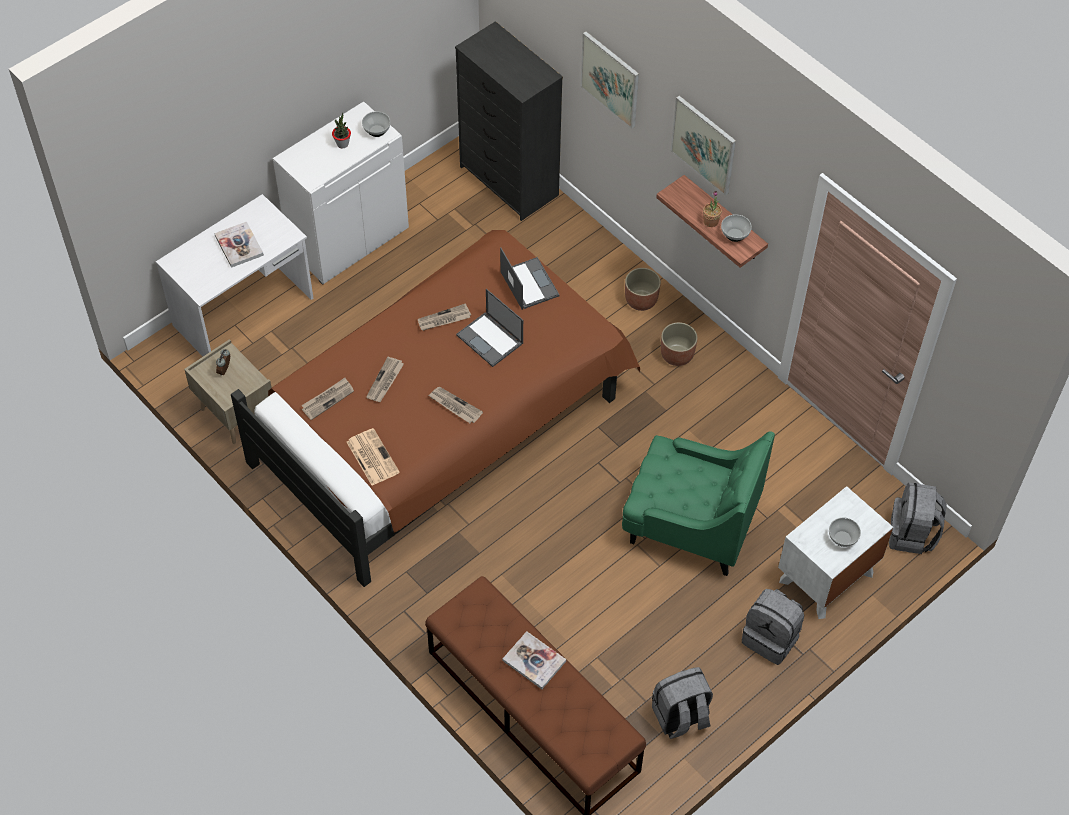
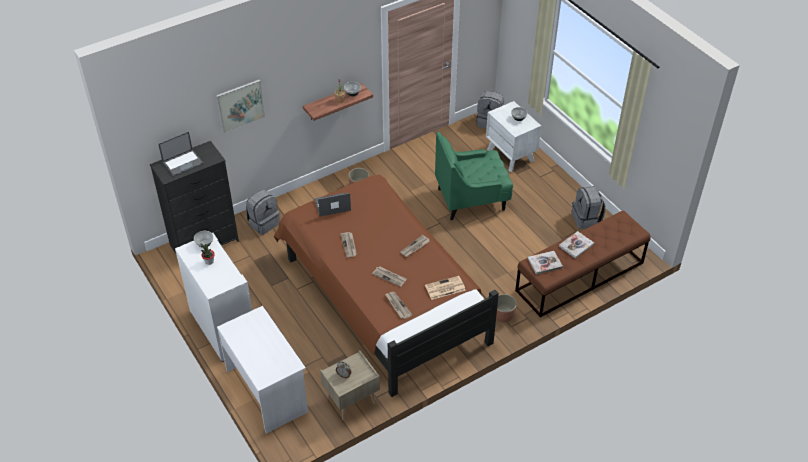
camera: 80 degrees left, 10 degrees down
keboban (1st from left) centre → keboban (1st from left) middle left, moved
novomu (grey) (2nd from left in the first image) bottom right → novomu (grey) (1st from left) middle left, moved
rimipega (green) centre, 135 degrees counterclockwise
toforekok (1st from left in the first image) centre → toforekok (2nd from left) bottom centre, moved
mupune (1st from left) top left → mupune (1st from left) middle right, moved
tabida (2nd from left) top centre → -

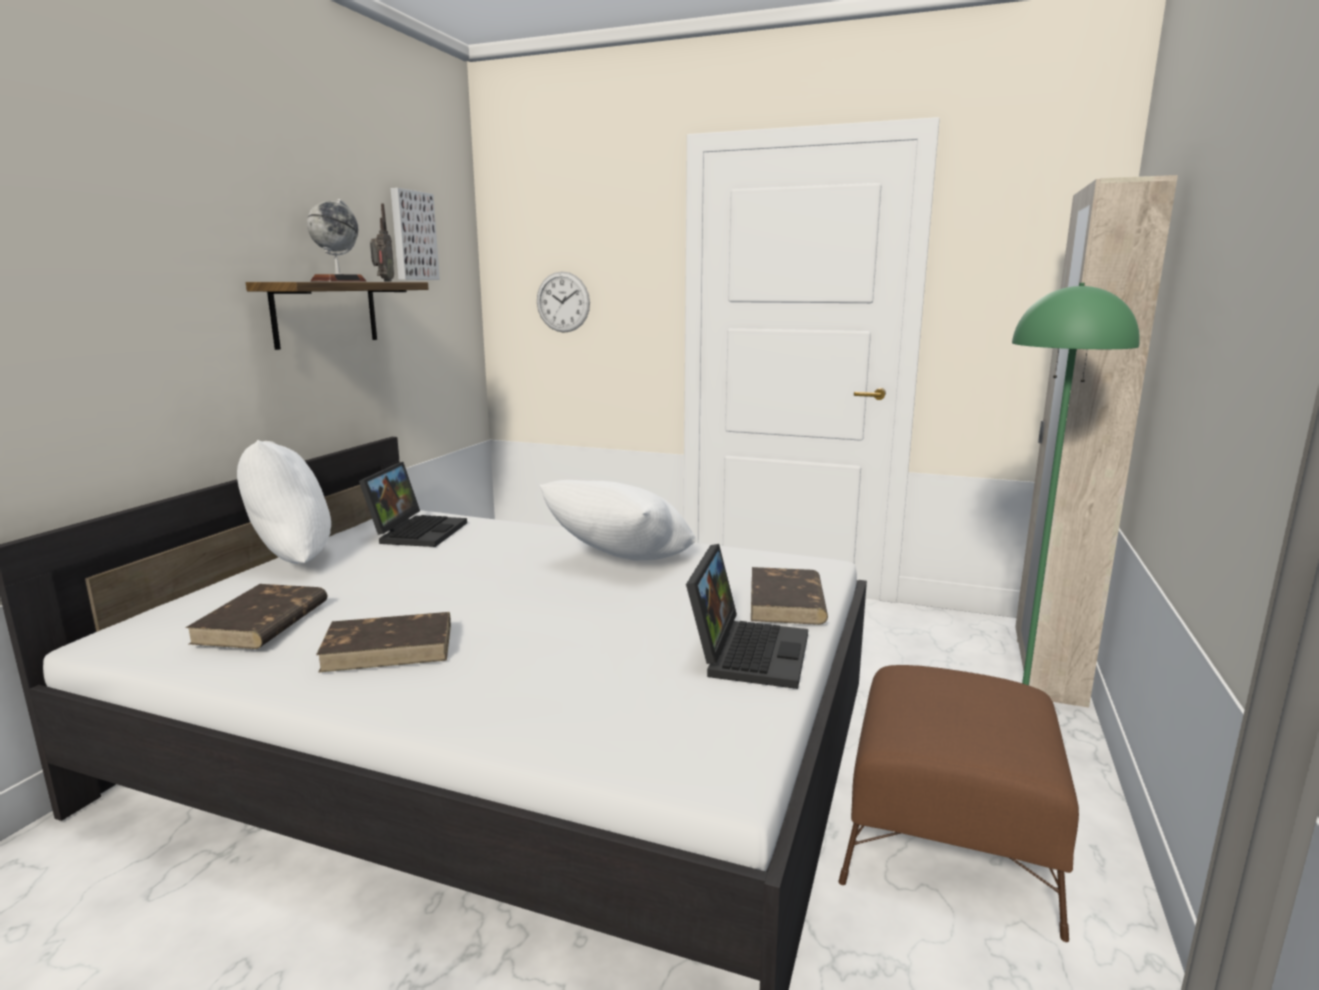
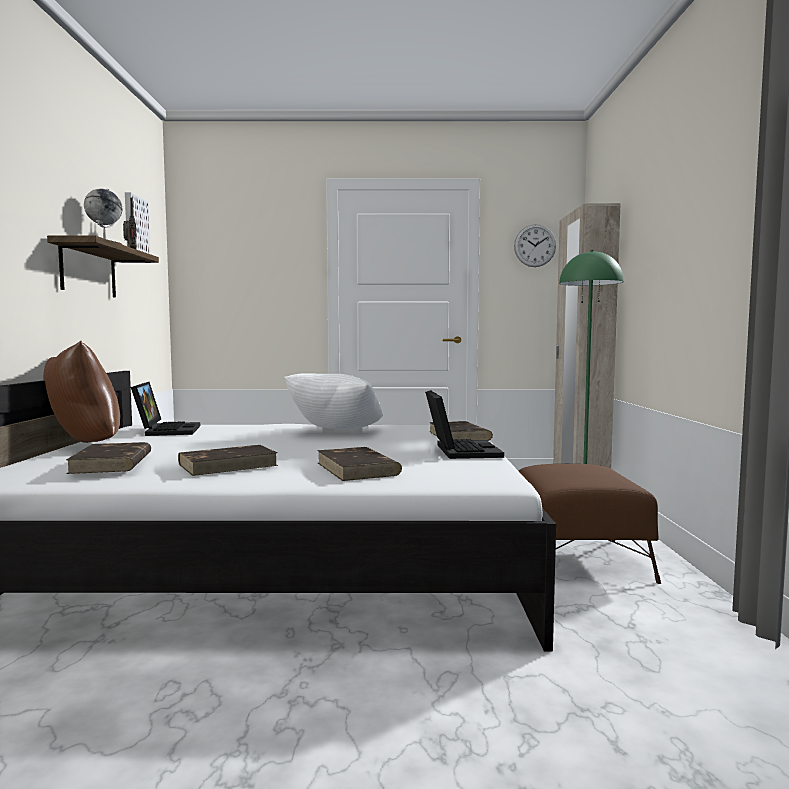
camera: 20 degrees left, 10 degrees down
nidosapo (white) (1st from left) middle left → nidosapo (brown) middle left
- → mupune (brown) (3rd from left) centre
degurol top centre → degurol top right, moved

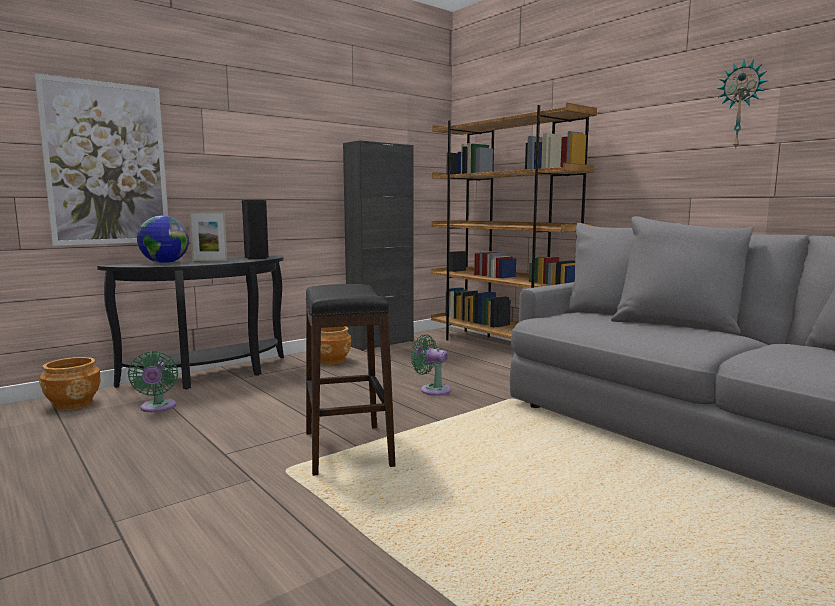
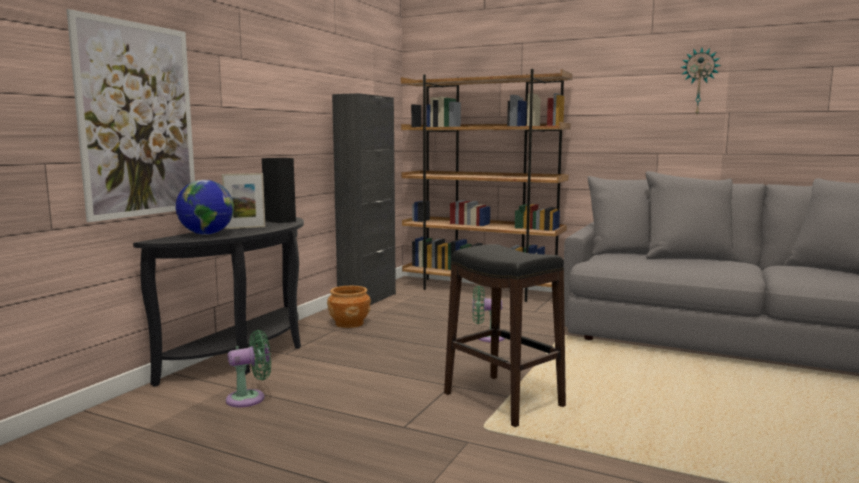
camera: 25 degrees left, 0 degrees up
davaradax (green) (1st from left) middle left → davaradax (green) (1st from left) bottom left, 75 degrees counterclockwise
toforekok (brown) (1st from left) middle left → -

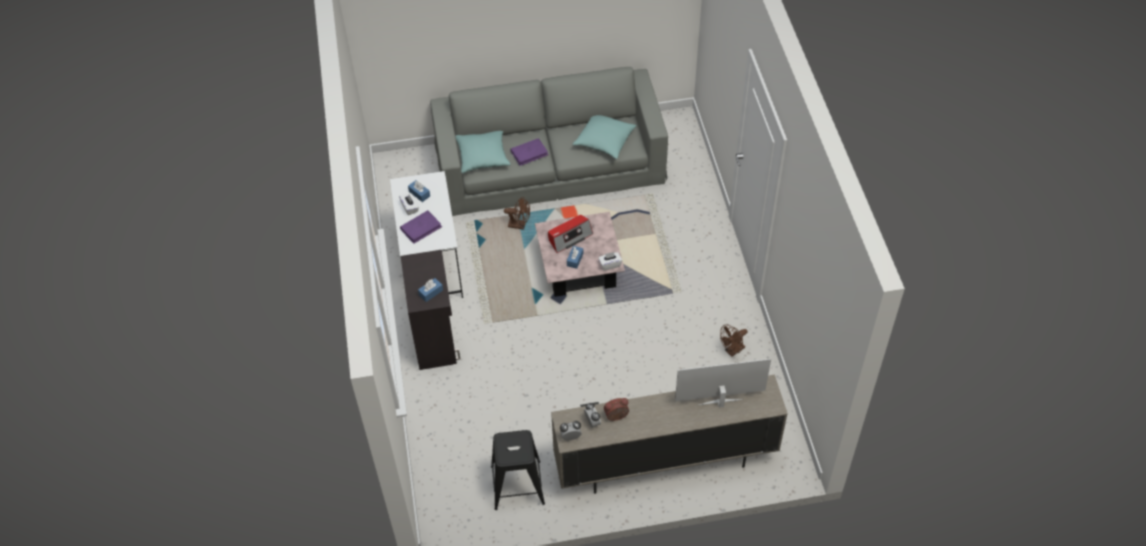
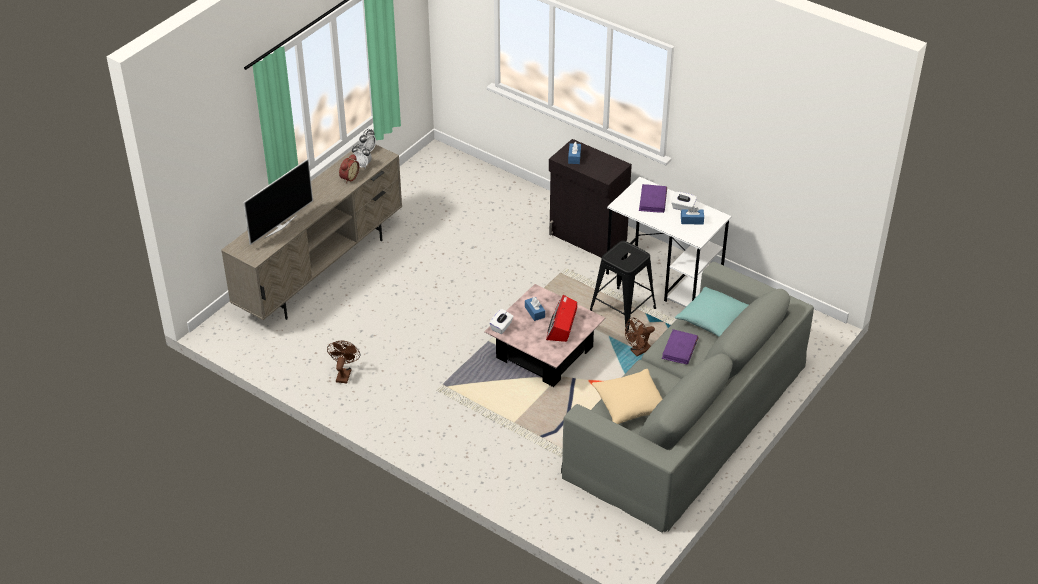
camera: 135 degrees right, 10 degrees down
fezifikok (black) bottom centre → fezifikok (black) centre, moved
nidosapo (turquoise) (2nd from left) top centre → nidosapo (beige) bottom centre

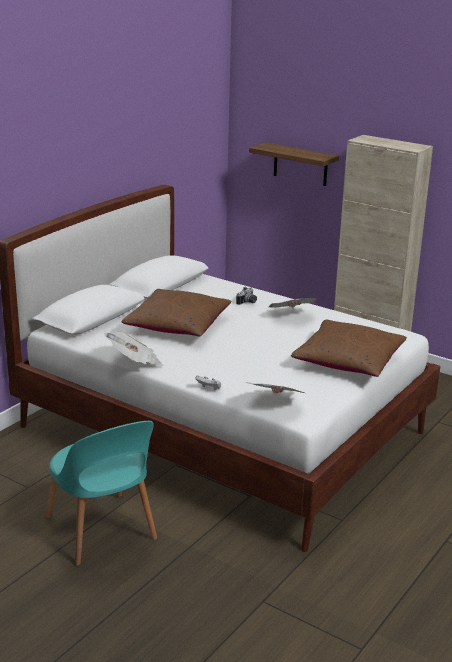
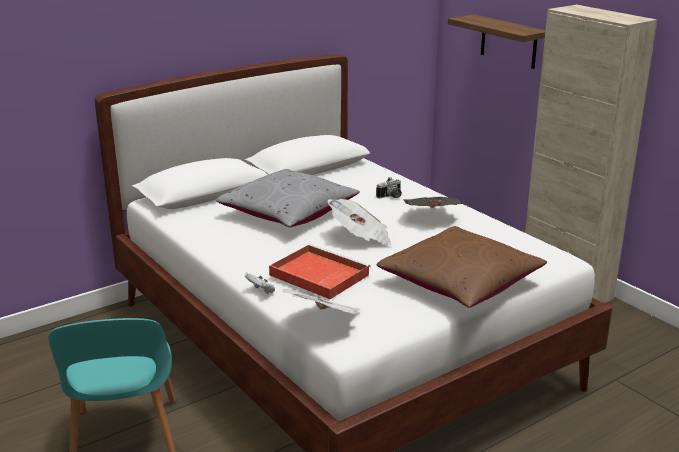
camera: 20 degrees right, 0 degrees up
nidosapo (brown) (1st from left) centre → nidosapo (grey) centre
- → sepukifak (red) centre
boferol (1st from left in the first image) middle left → boferol (2nd from left) centre, moved

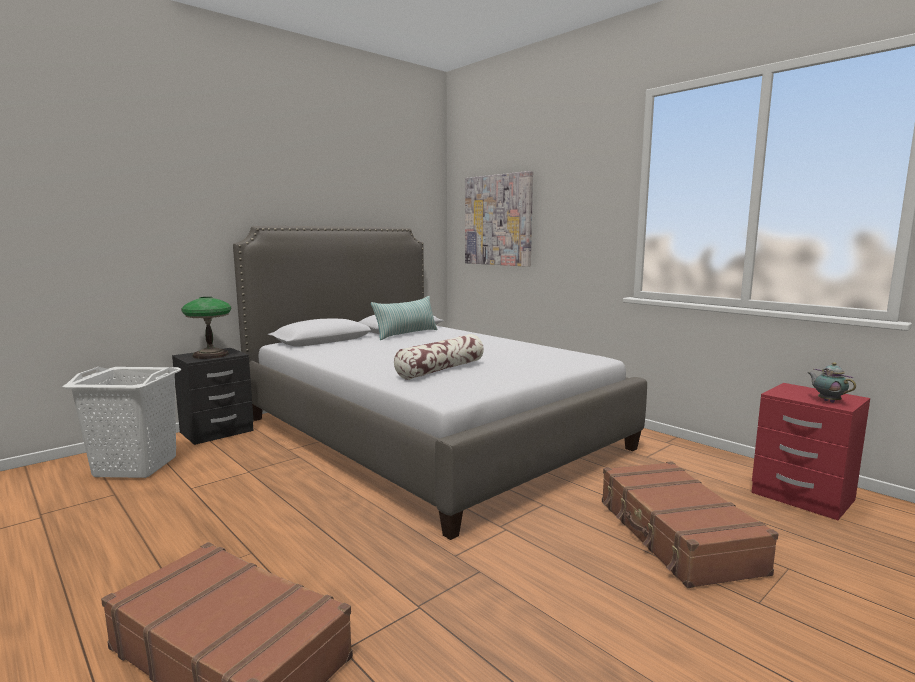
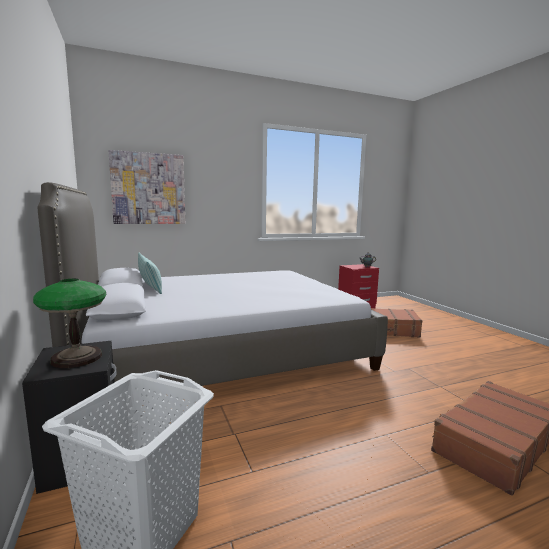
camera: 70 degrees left, 0 degrees up
nidosapo (2nd from left) centre → -

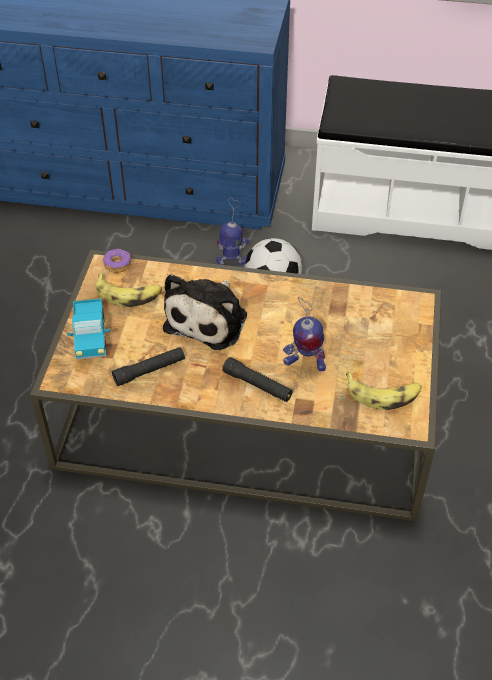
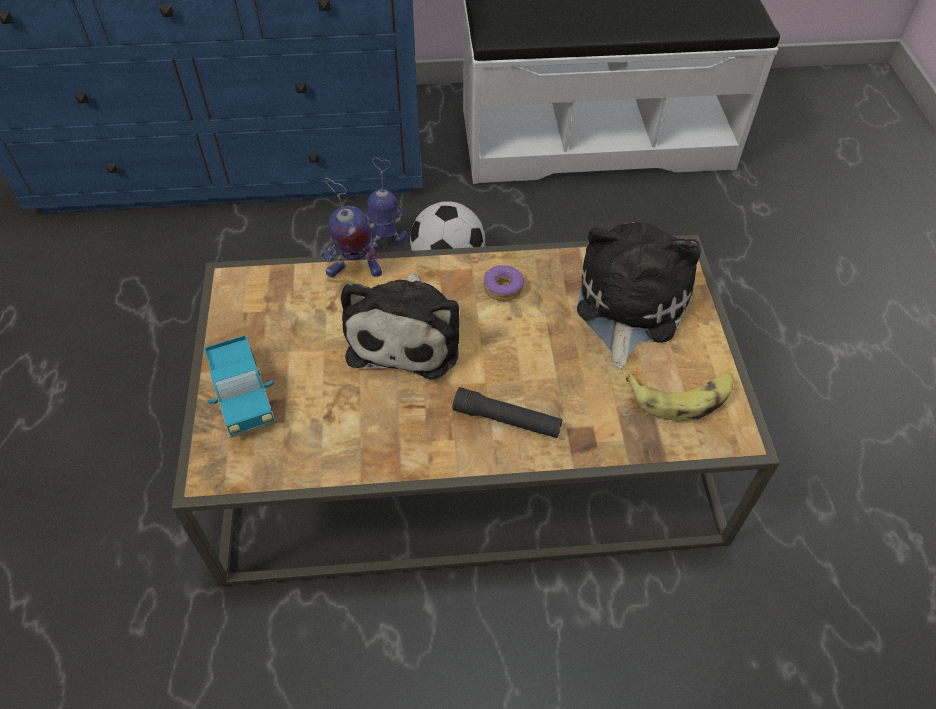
camera: 15 degrees left, 5 degrees up
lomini (2nd from left in the first image) centre → lomini (1st from left) top centre, moved
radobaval middle left → radobaval centre, moved
- → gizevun (2nd from left) middle right
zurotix (1st from left) middle left → -
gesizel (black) (1st from left) middle left → -

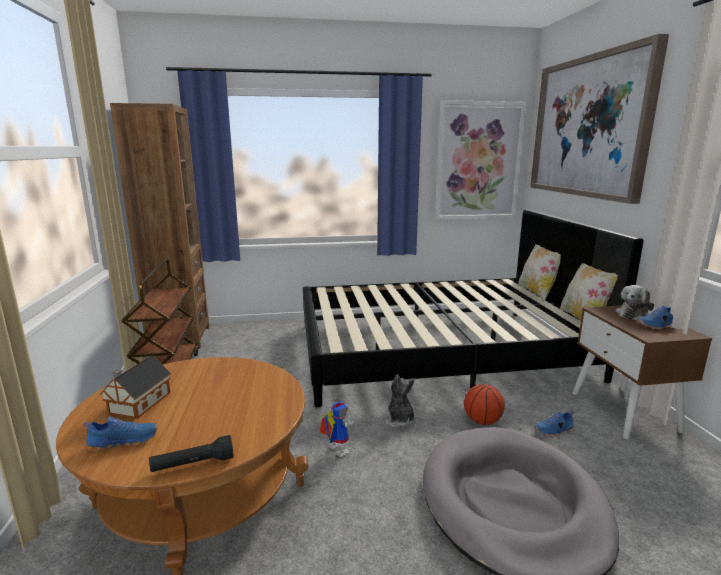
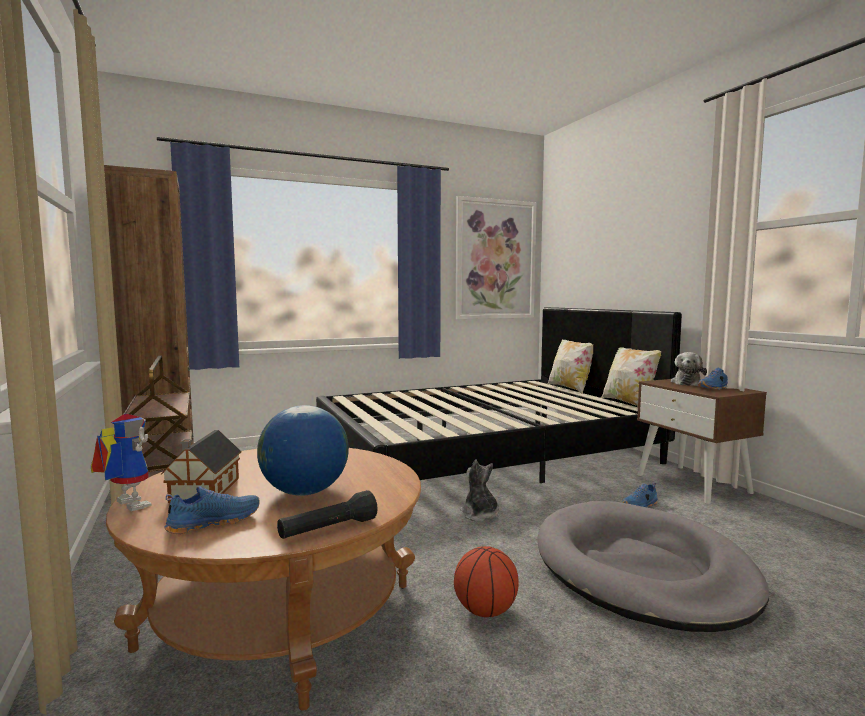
camera: 15 degrees left, 10 degrees down
lomini bottom centre → lomini middle left, moved
- → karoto centre
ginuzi bottom right → ginuzi bottom centre, moved
tabida (2nd from left) top right → -

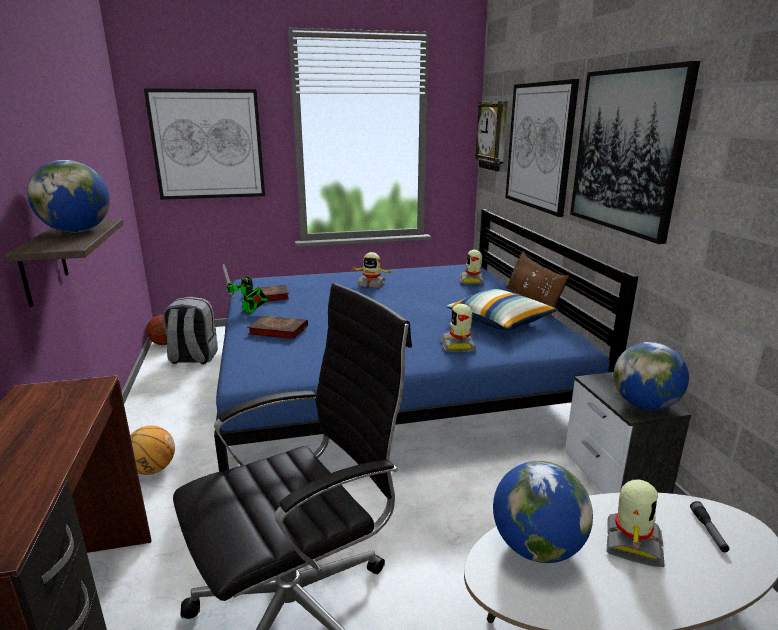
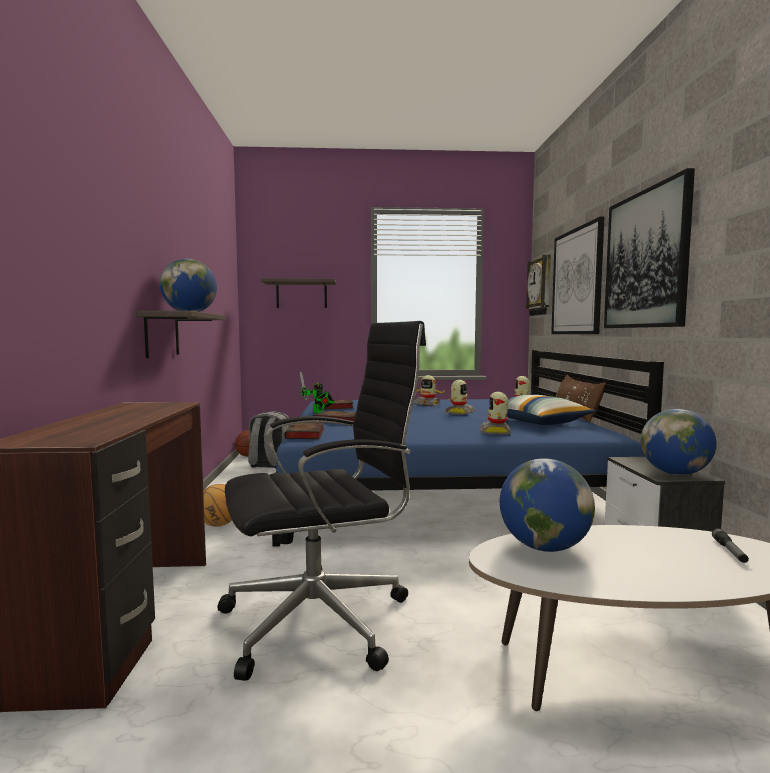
camera: 10 degrees right, 15 degrees down
tabida (1st from left) top left → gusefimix (2nd from left) centre
- → mupune (1st from left) centre
lomini (5th from left in the first image) bottom right → lomini (3rd from left) centre, moved

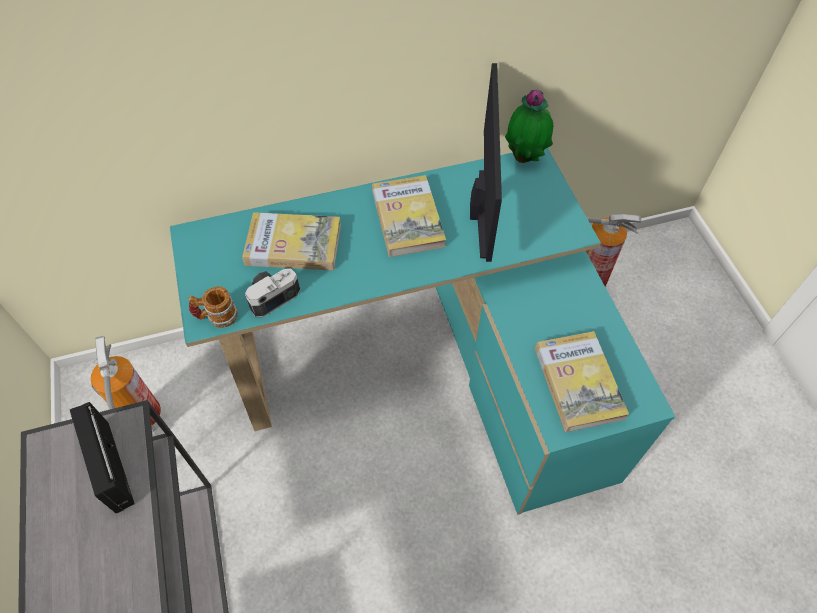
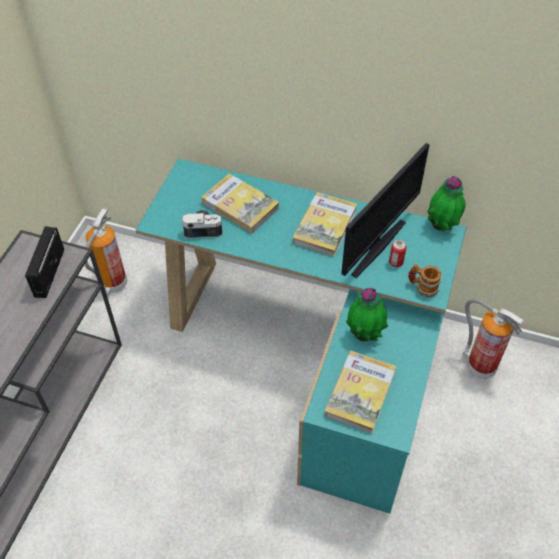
camera: 35 degrees right, 5 degrees down
- → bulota (1st from left) centre
- → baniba middle right
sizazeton middle left → sizazeton middle right, moved

